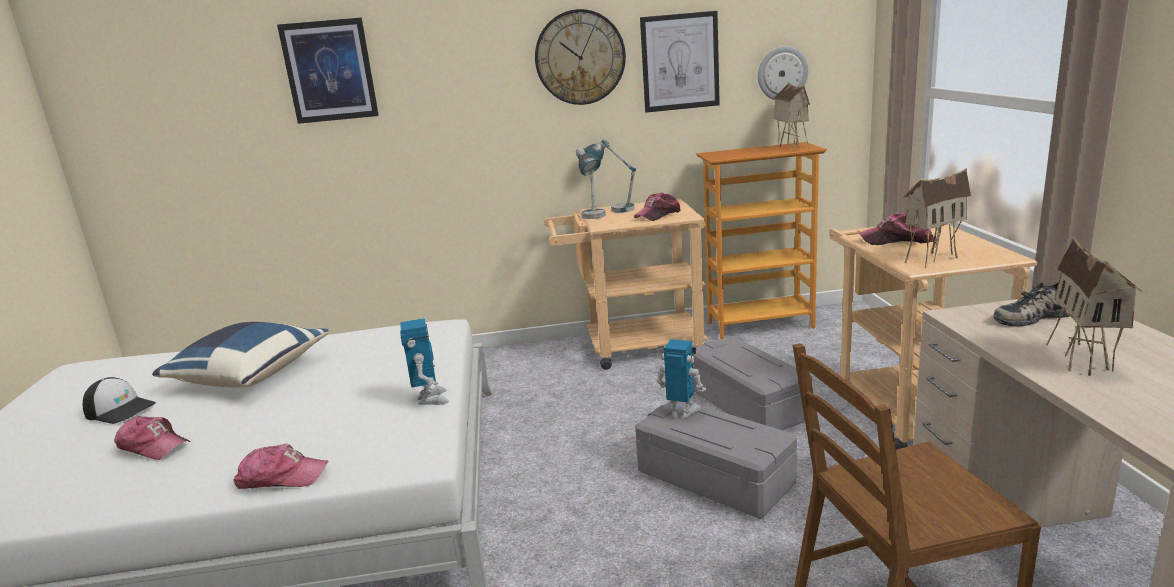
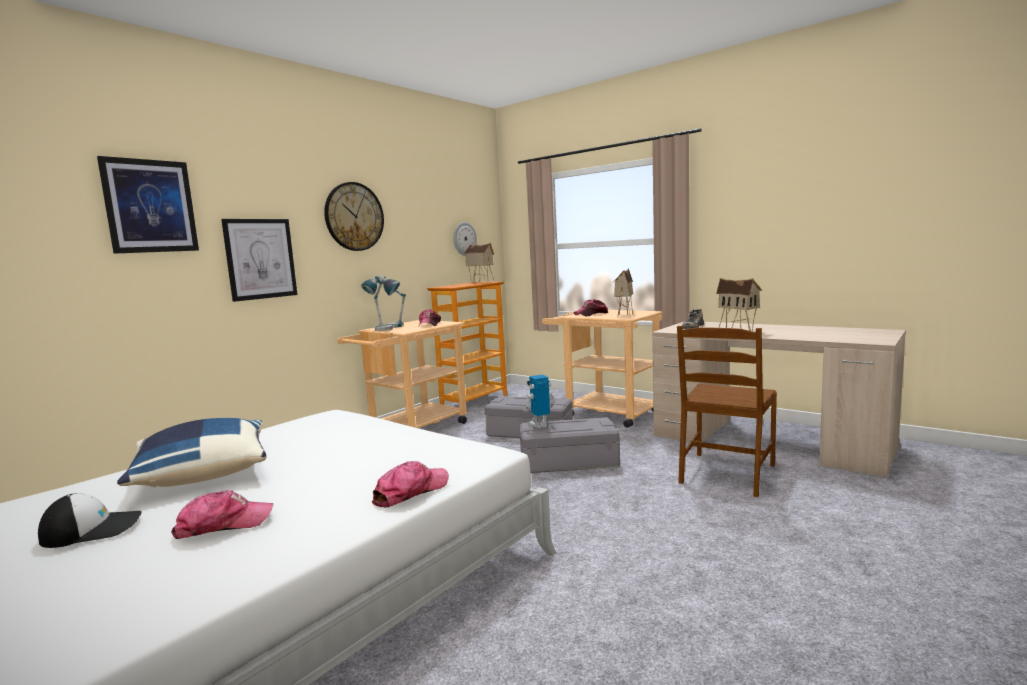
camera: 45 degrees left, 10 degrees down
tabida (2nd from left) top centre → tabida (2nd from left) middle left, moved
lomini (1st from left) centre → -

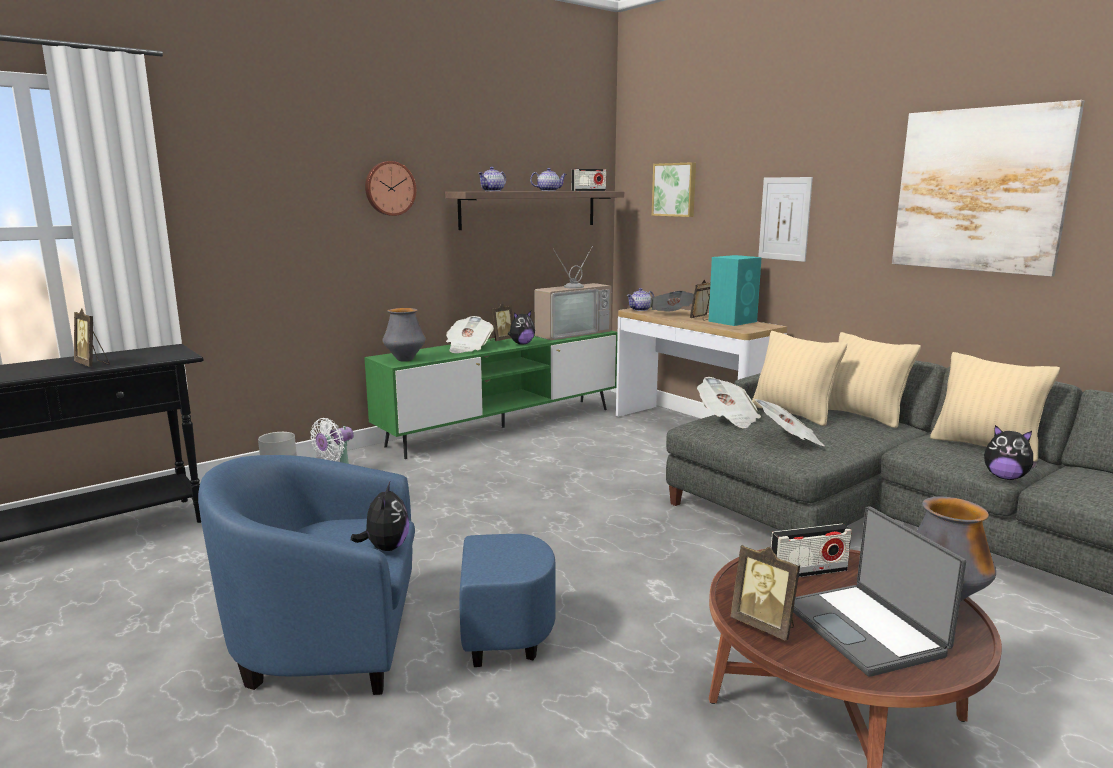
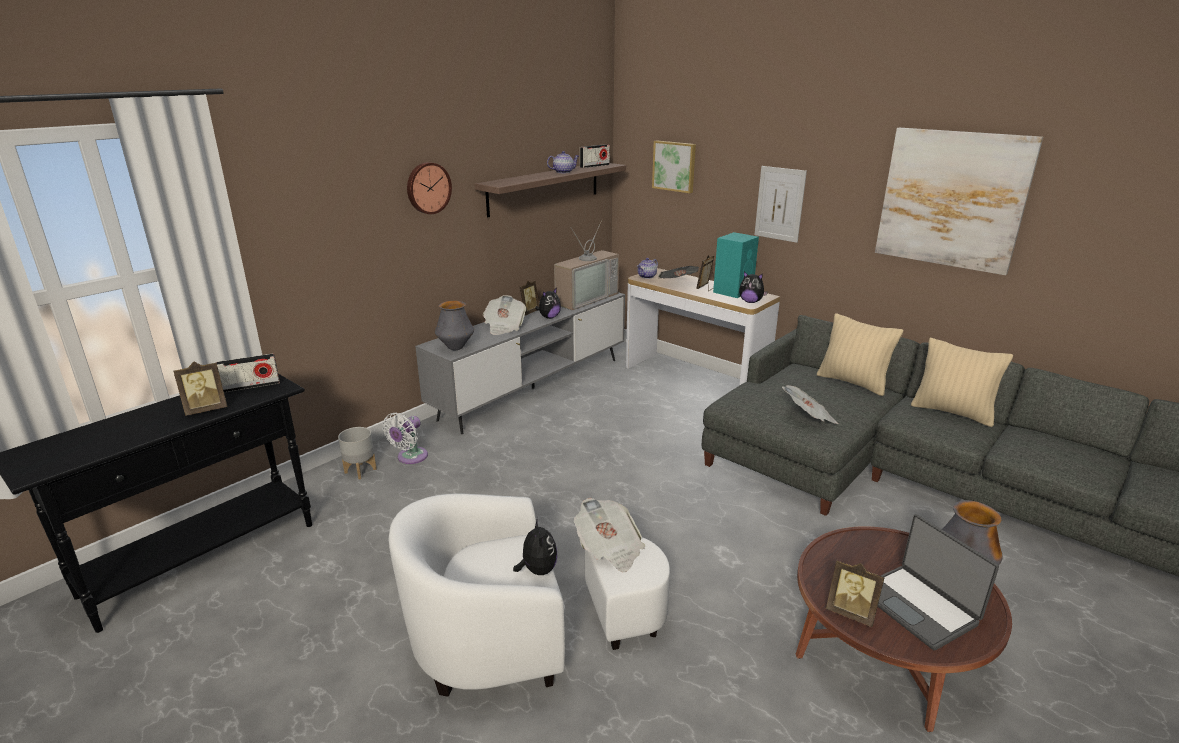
camera: 10 degrees left, 10 degrees up
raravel (1st from left) middle left, 60 degrees counterclockwise
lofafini (2nd from left in the first image) bottom right → lofafini (1st from left) middle left, moved
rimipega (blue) bottom centre → rimipega (white) bottom centre
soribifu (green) centre → soribifu (grey) centre
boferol (3rd from left in the first image) centre → boferol (2nd from left) bottom centre, moved
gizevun (3rd from left) middle right → gizevun (3rd from left) centre, moved
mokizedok (1st from left) top centre → -
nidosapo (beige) (1st from left) middle right → -

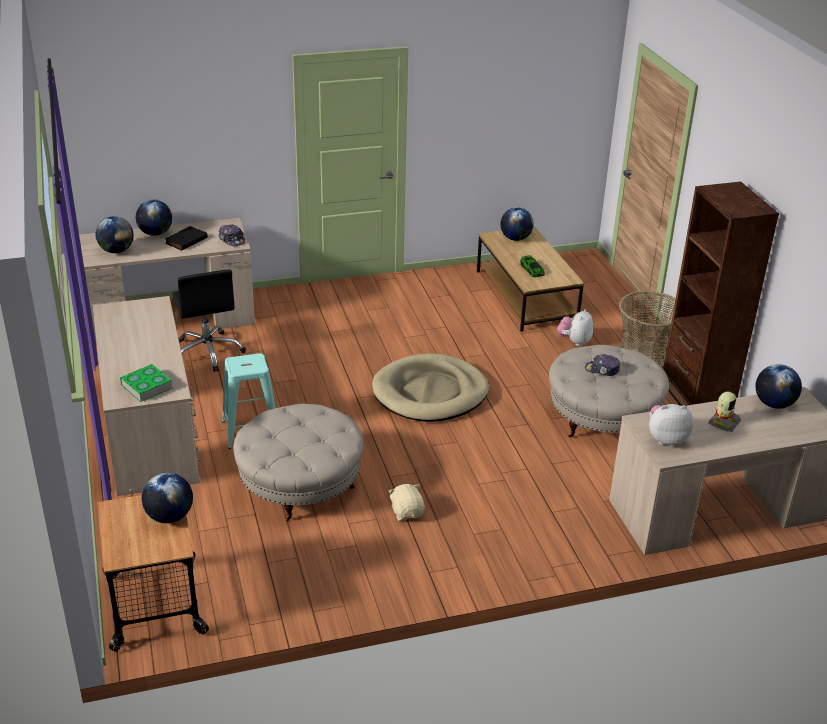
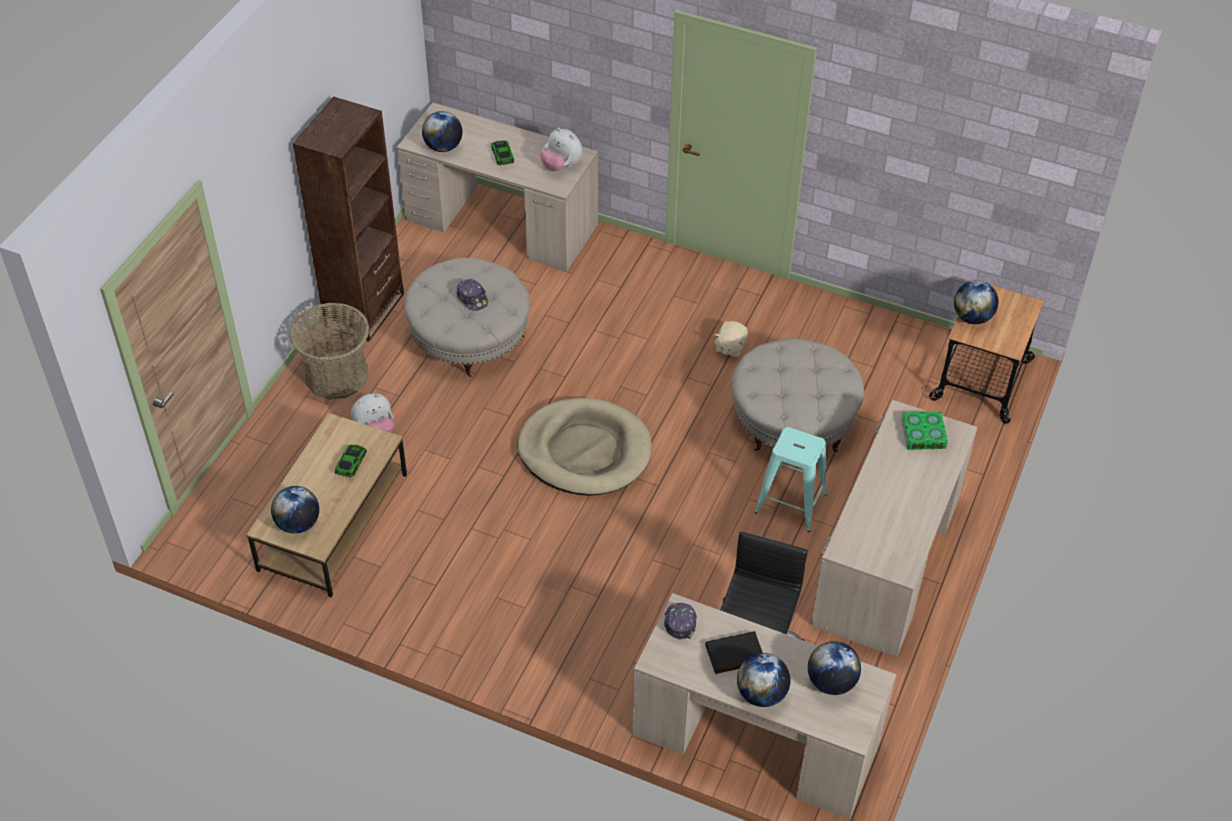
camera: 140 degrees left, 15 degrees up
lomini middle right → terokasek (2nd from left) top centre

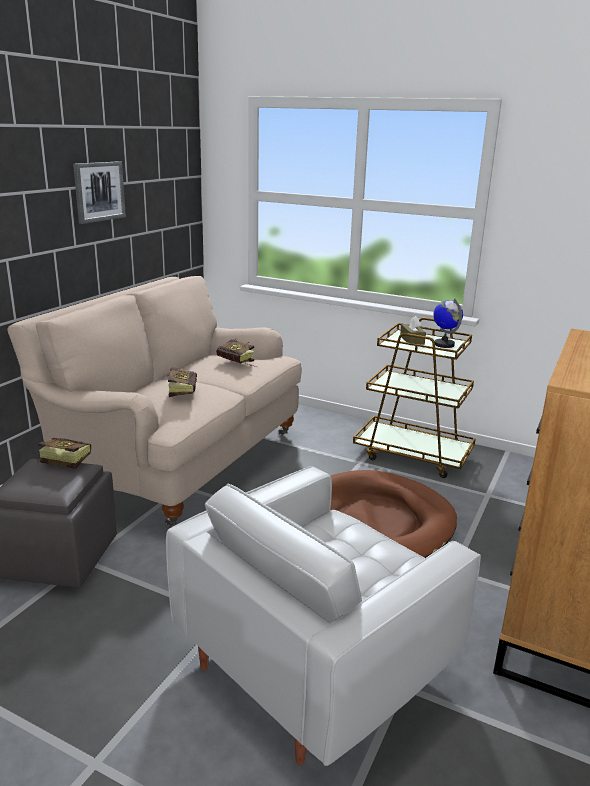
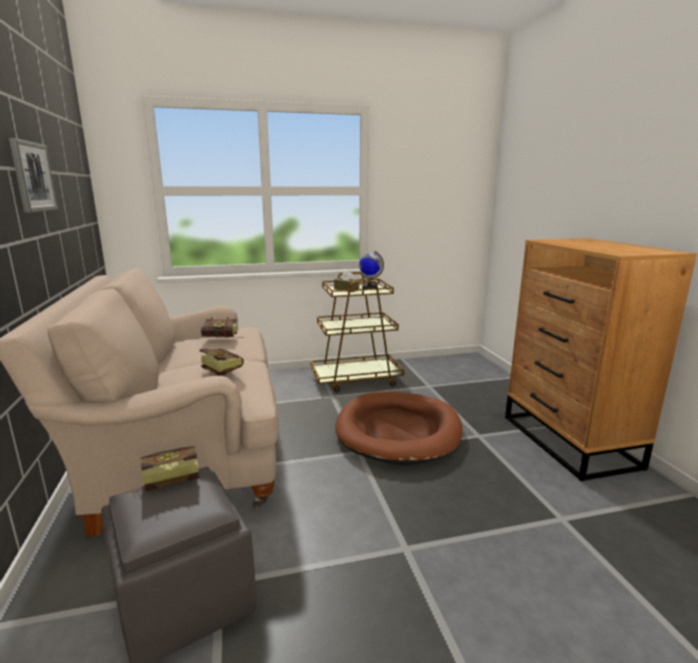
camera: 40 degrees left, 5 degrees down
rimipega (white) bottom centre → -

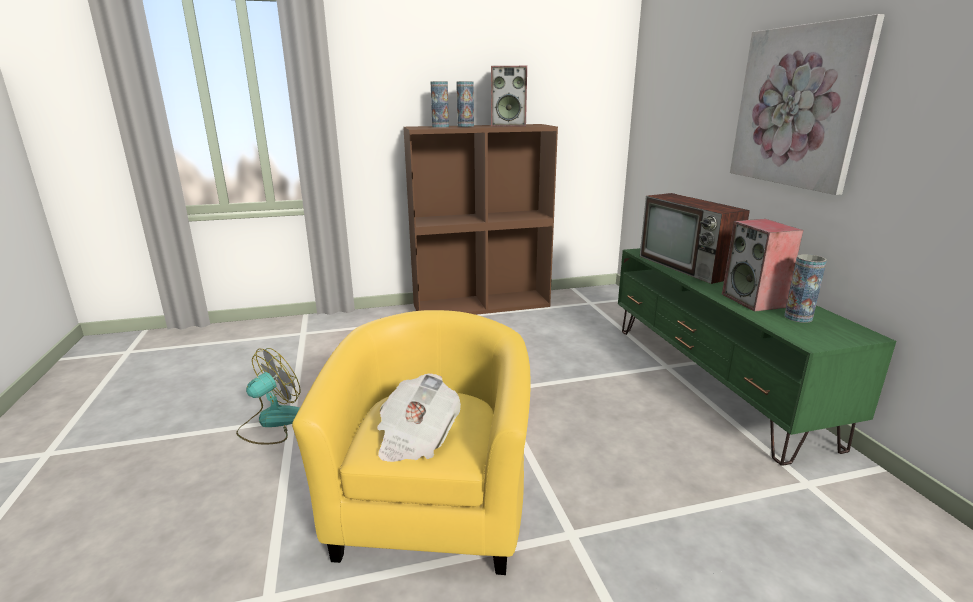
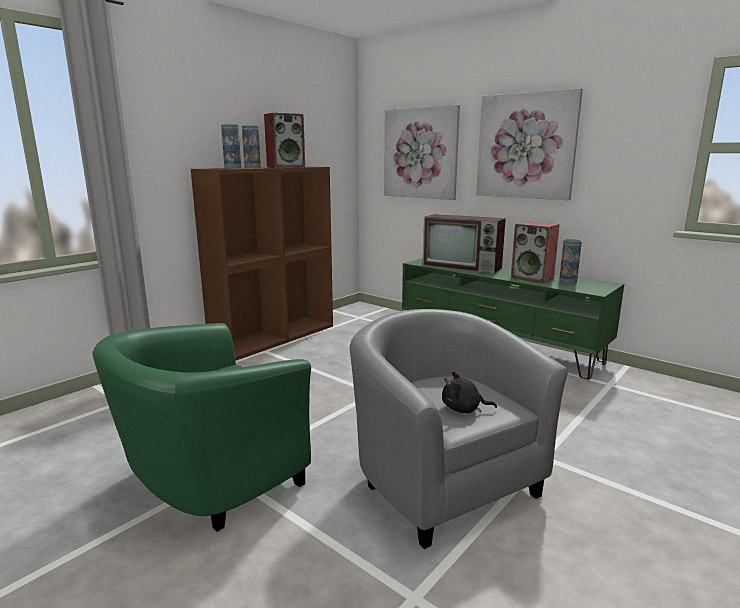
camera: 35 degrees left, 5 degrees down
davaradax middle left → rimipega (green) bottom left
rimipega (yellow) bottom centre → rimipega (grey) bottom centre
- → tabida (1st from left) top centre
boferol bottom centre → gizevun (black) centre

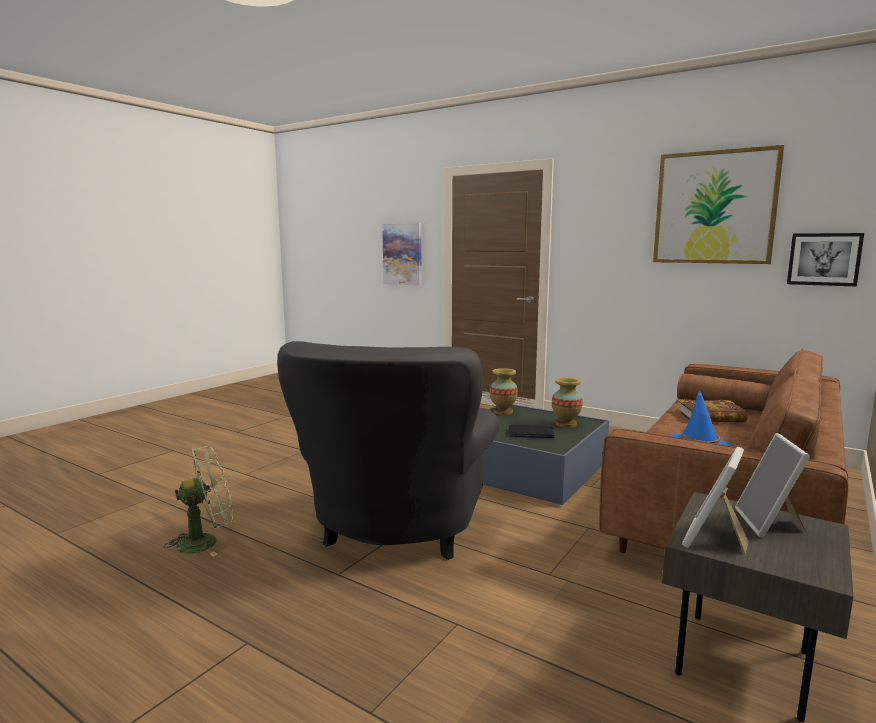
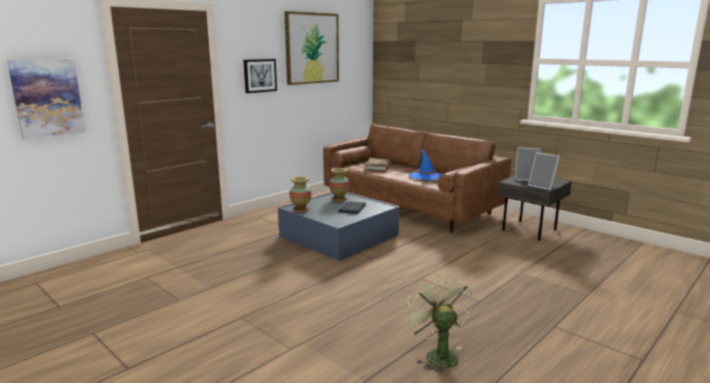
camera: 80 degrees left, 5 degrees up
tabida (3rd from left in the first image) middle right → tabida (2nd from left) top centre, moved
rimipega (grey) centre → -

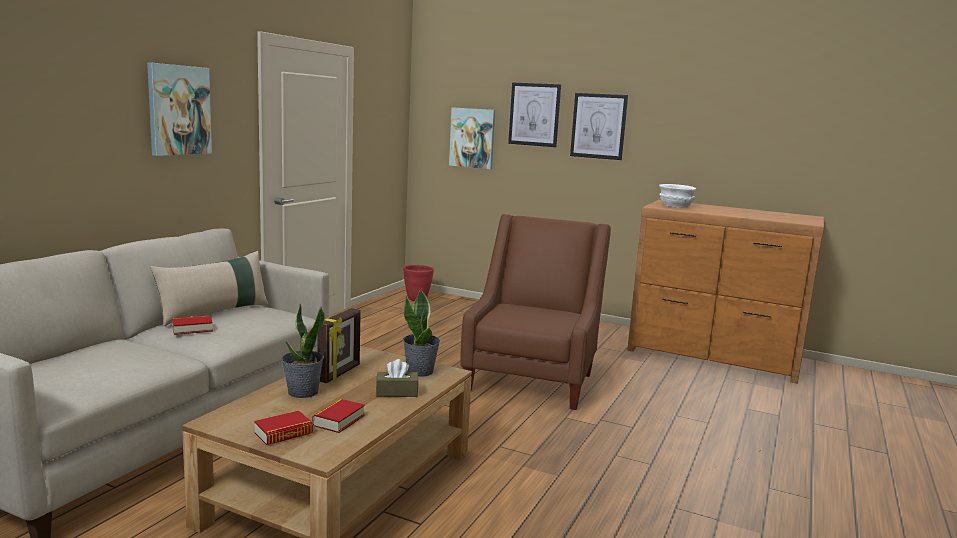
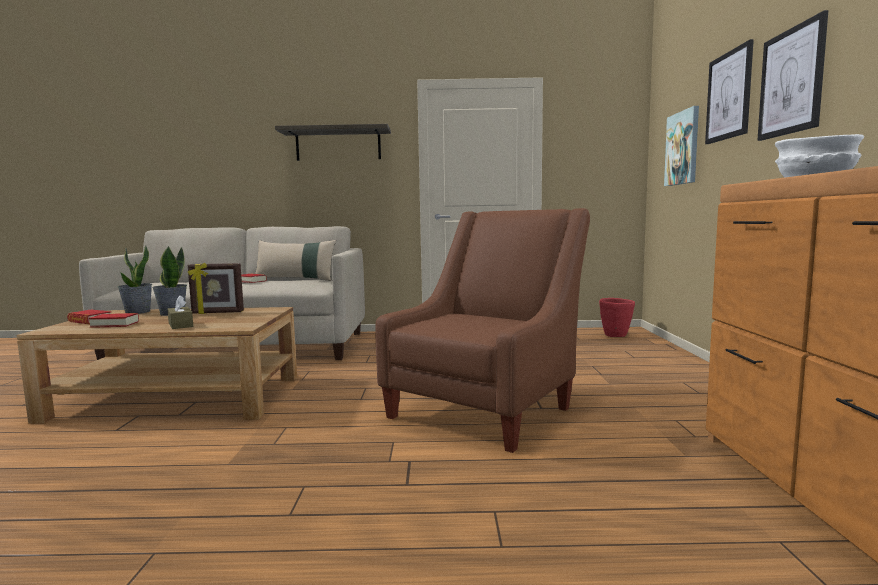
camera: 65 degrees right, 5 degrees down
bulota (2nd from left in the first image) centre → bulota (1st from left) middle left, moved
tabida (1st from left) top left → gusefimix top centre
rimipega (brown) centre, 45 degrees counterclockwise

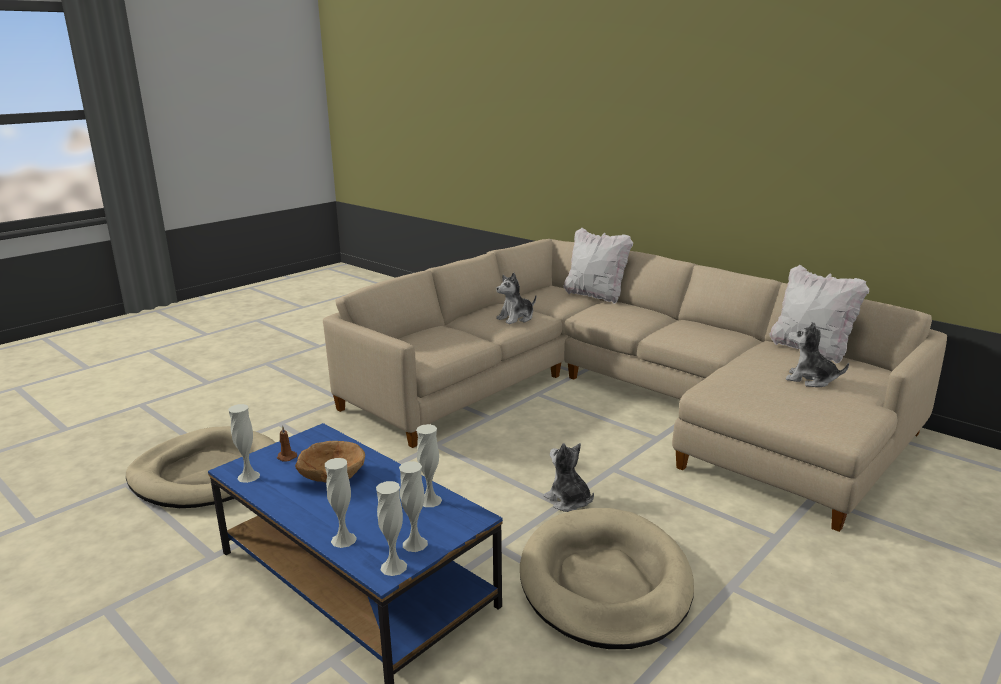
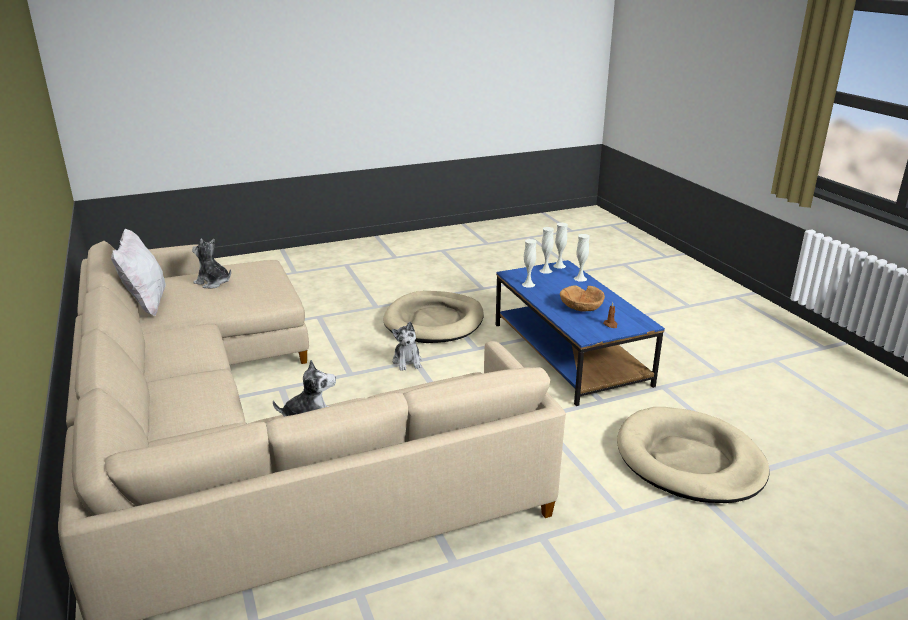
camera: 155 degrees left, 5 degrees up
gizevun (3rd from left in the first image) middle right → gizevun (1st from left) middle left, 150 degrees clockwise
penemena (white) (1st from left) middle left → -
nidosapo (white) (1st from left) centre → -

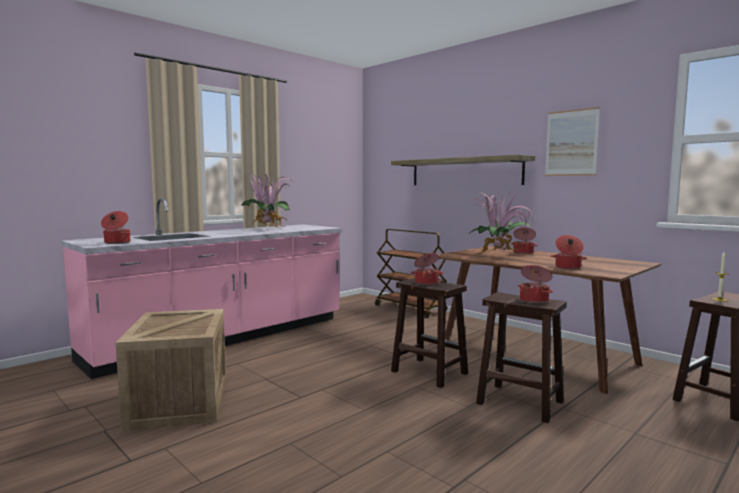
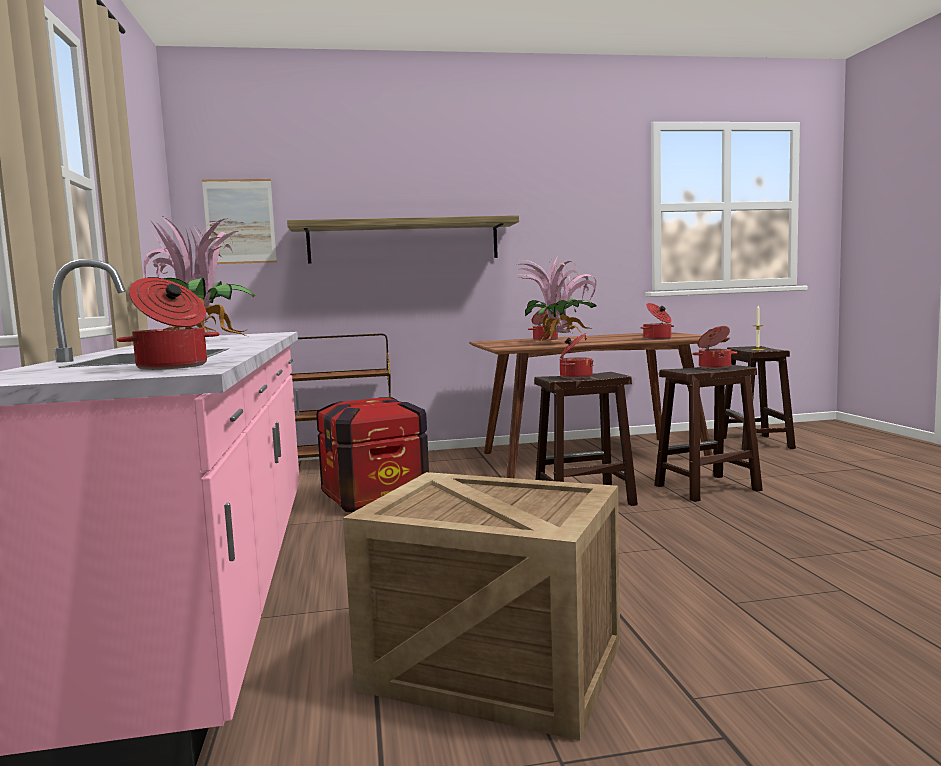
camera: 55 degrees left, 0 degrees up
tabida top right → tabida top left, moved
- → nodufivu (1st from left) centre

